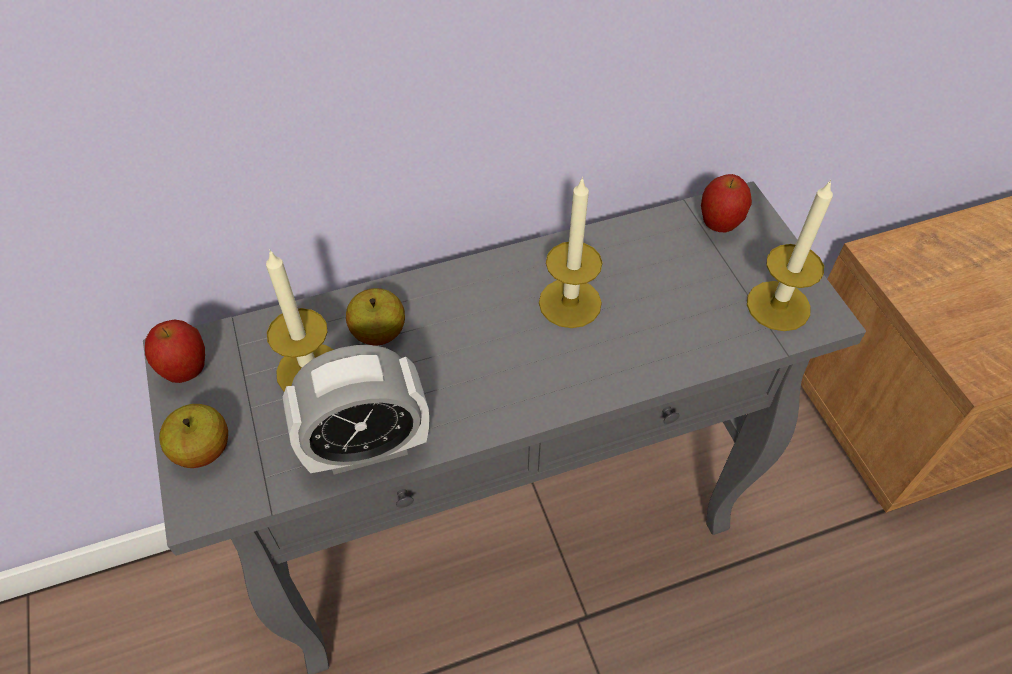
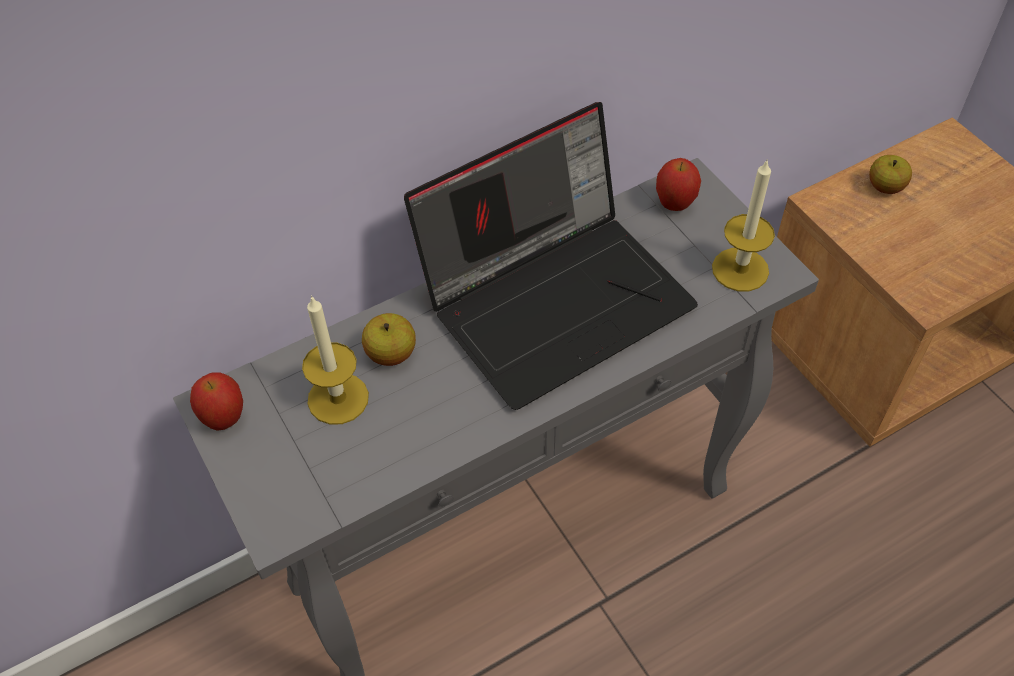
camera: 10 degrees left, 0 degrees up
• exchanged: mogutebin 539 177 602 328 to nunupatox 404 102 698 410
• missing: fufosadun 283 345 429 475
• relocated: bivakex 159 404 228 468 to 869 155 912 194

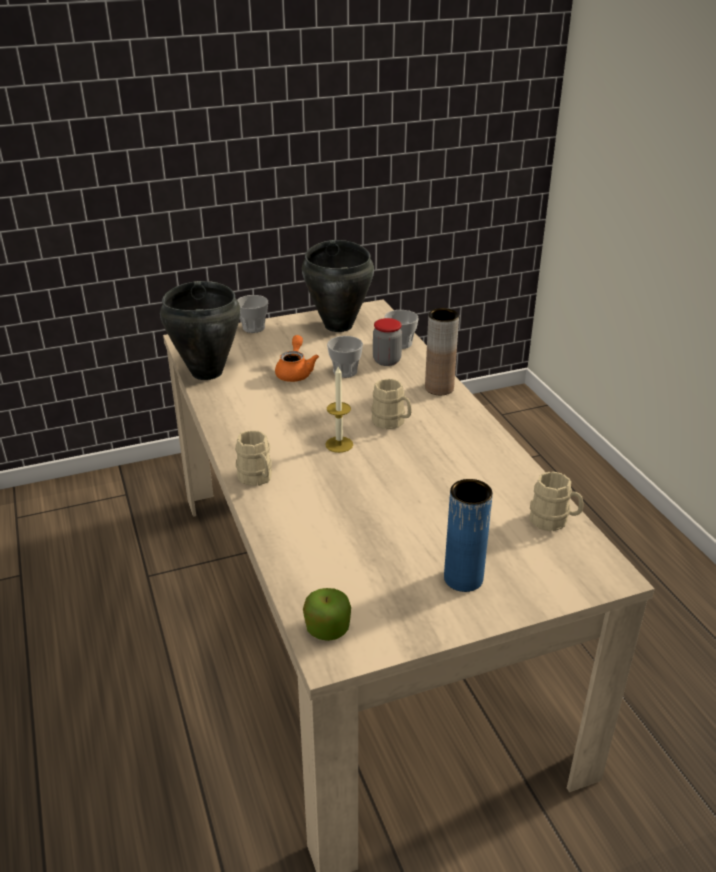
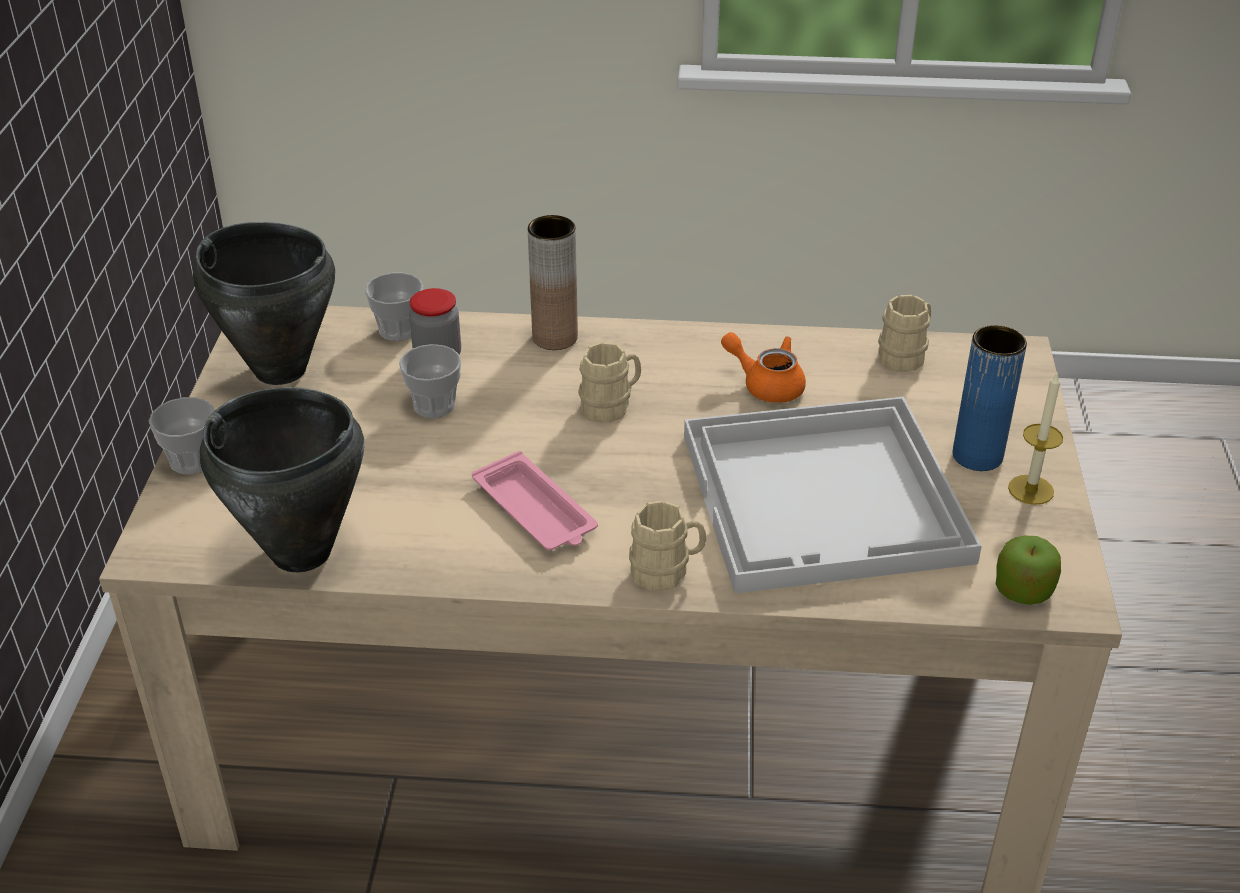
camera: 65 degrees left, 5 degrees up
• relocated: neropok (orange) 275 335 319 382 to 721 332 806 403
• relocated: mogutebin 325 366 353 453 to 1008 371 1063 505
• appeared: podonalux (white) 684 397 982 593
• appeared: podonalux (pink) 472 451 598 550

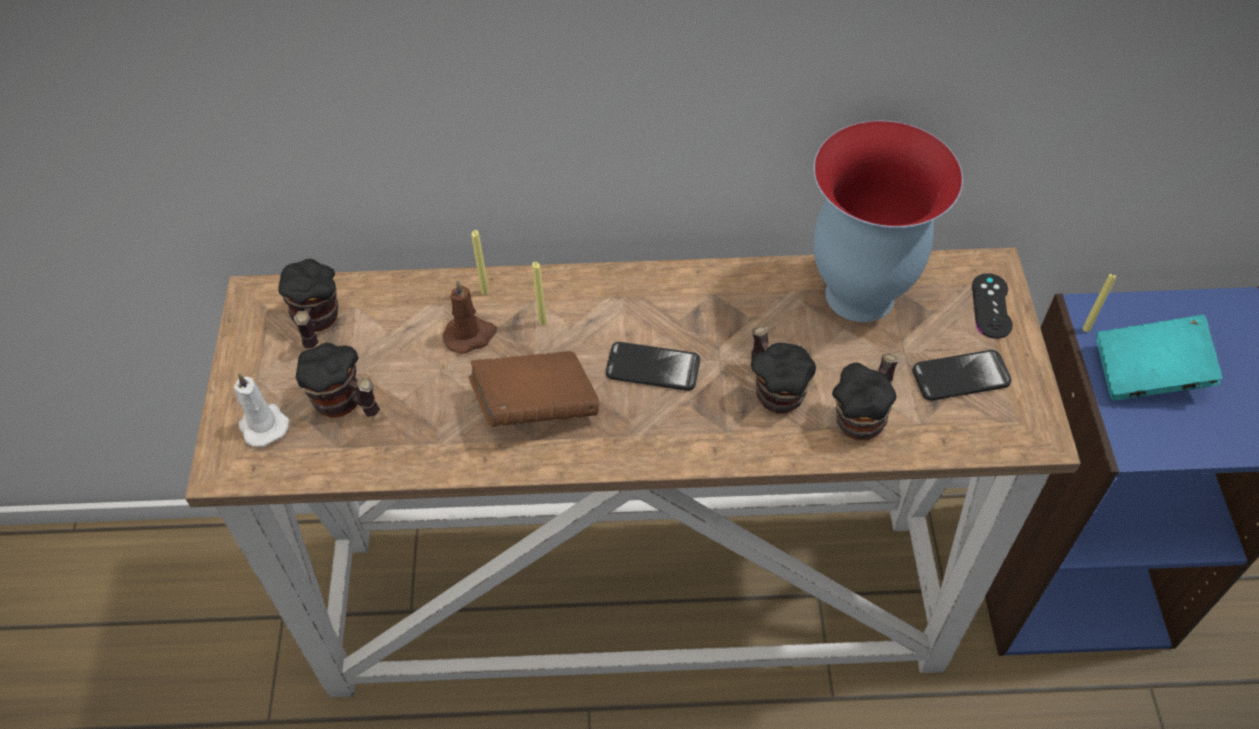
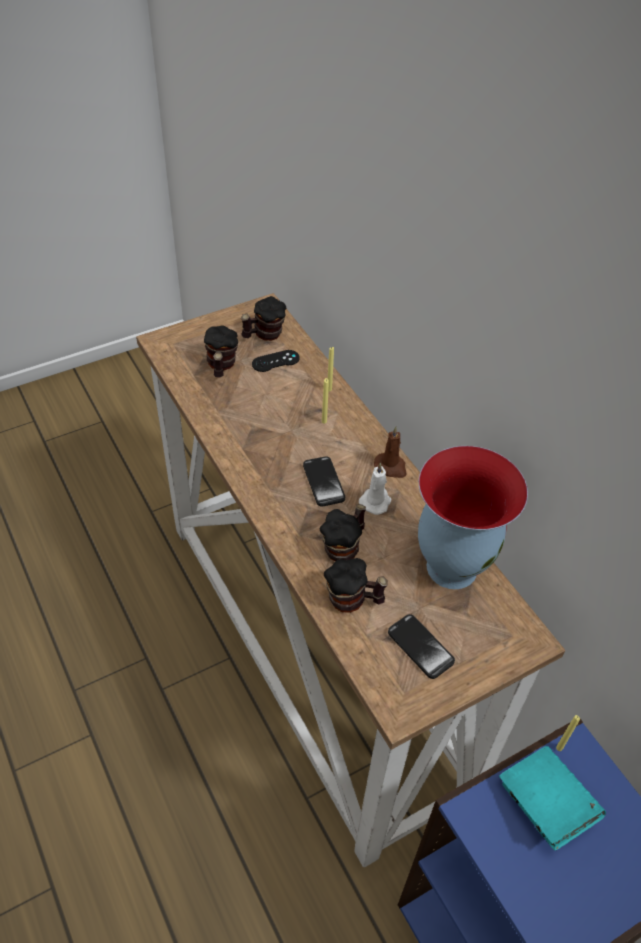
camera: 60 degrees right, 5 degrees down
• relocated: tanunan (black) 972 273 1013 339 to 252 350 300 372
• relocated: mogutebin (brown) 443 280 497 354 to 374 426 407 478
• missing: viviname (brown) 469 351 599 427
• relocated: mogutebin (white) 234 372 289 447 to 359 463 391 515

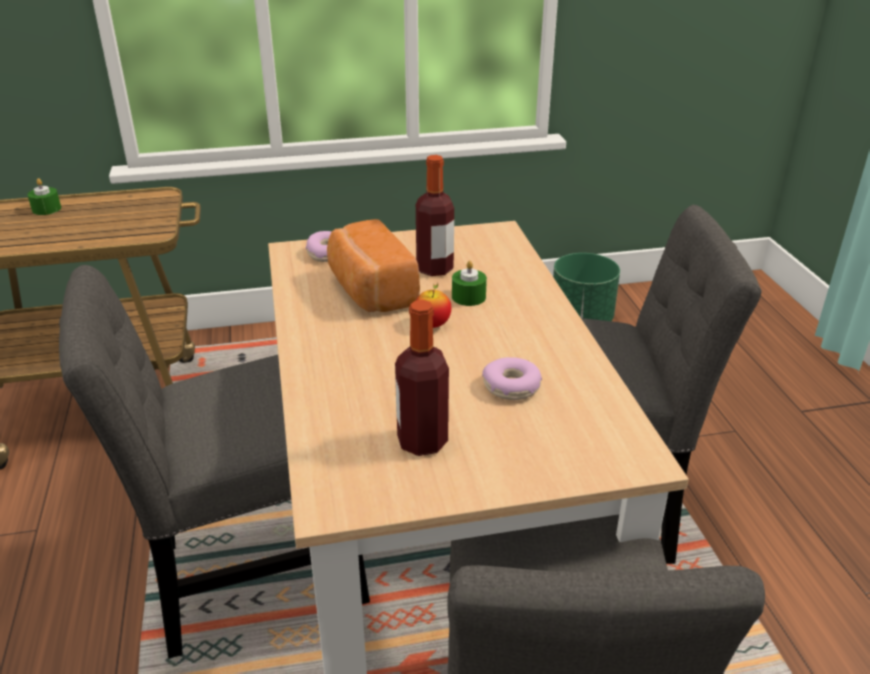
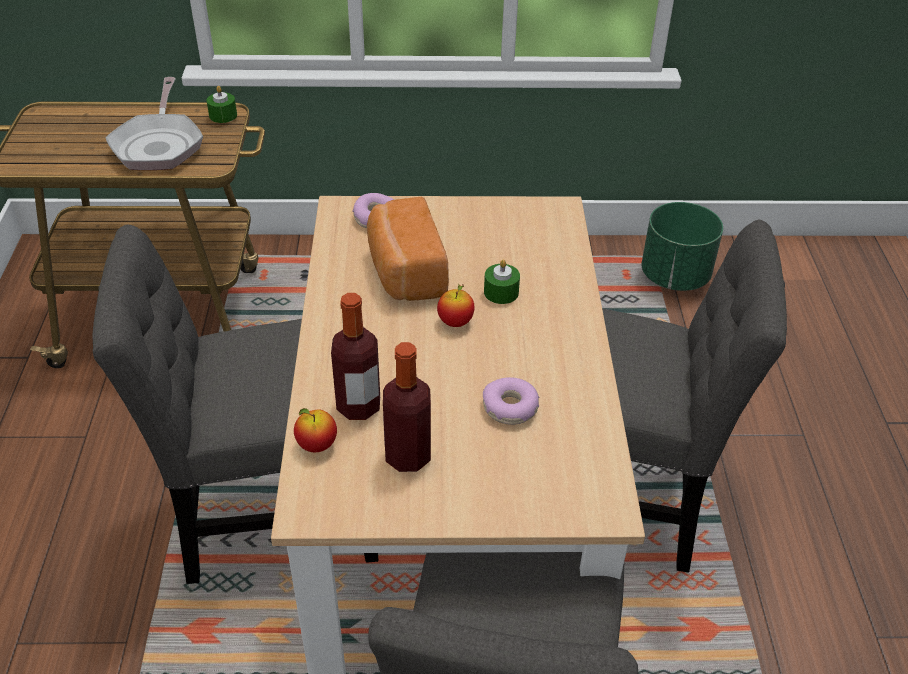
camera: 10 degrees right, 10 degrees up
• relocated: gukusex 416 155 454 276 to 331 293 380 420
• relocated: mogutebin (green) 27 178 61 215 to 206 86 237 123
• appeared: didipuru 105 77 203 170
• appeared: bivakex 294 408 337 452

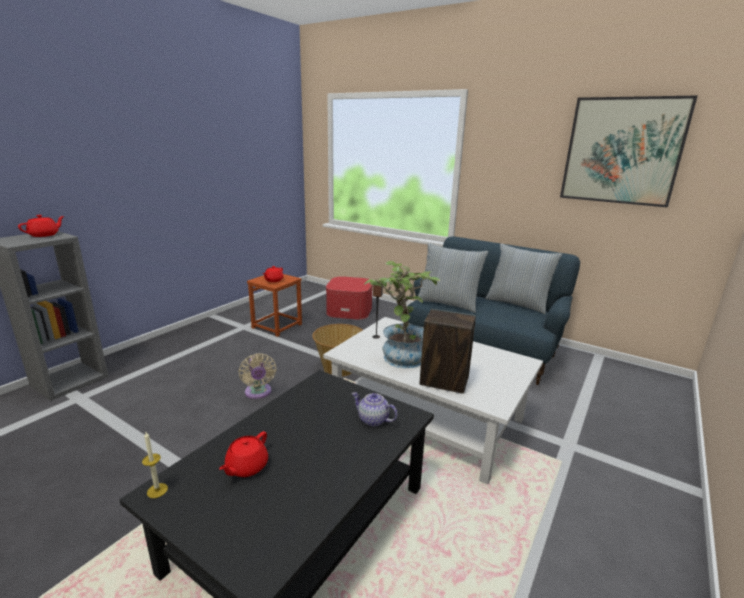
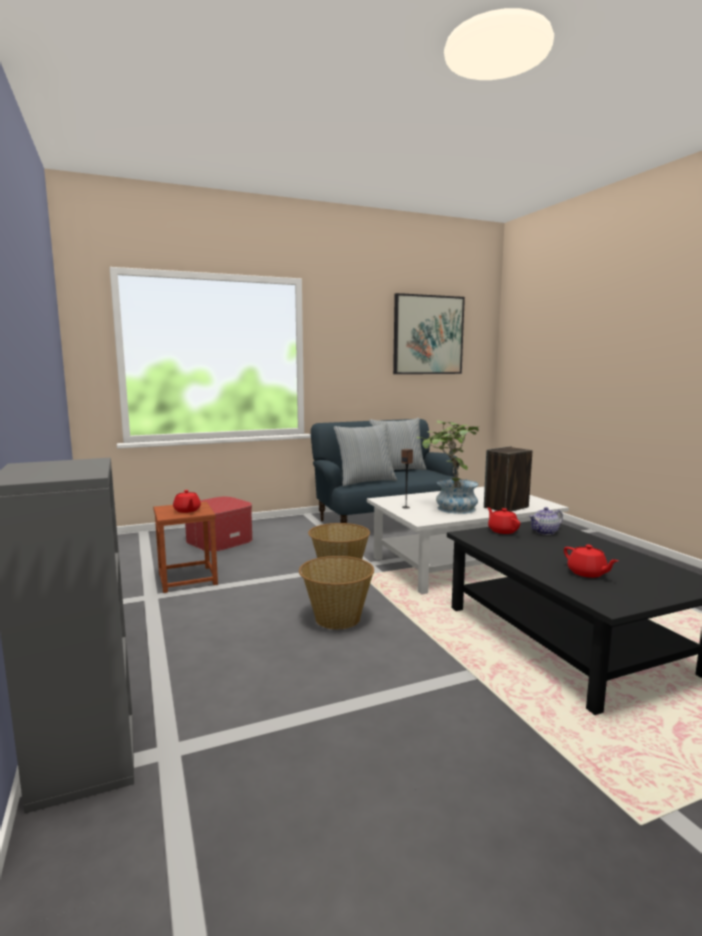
camera: 55 degrees left, 10 degrees down
• relocated: neropok (red) 18 215 64 237 to 487 507 520 534
• exchanged: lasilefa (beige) 238 353 276 399 to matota 299 556 374 629
• missing: mogutebin 142 432 168 498

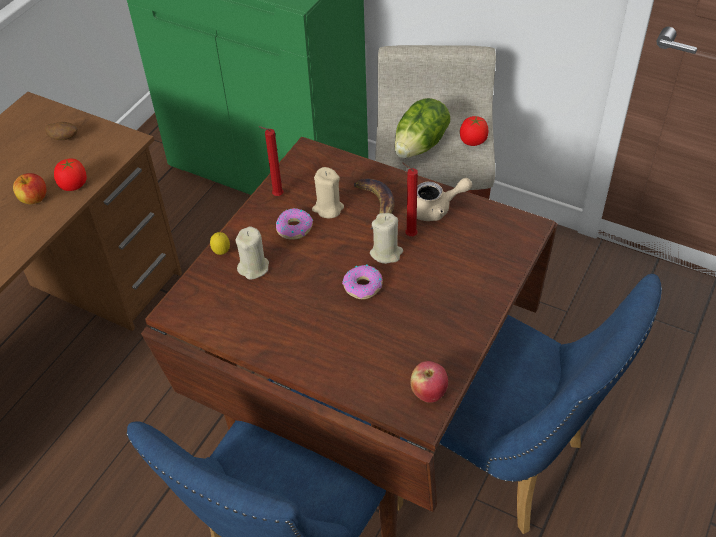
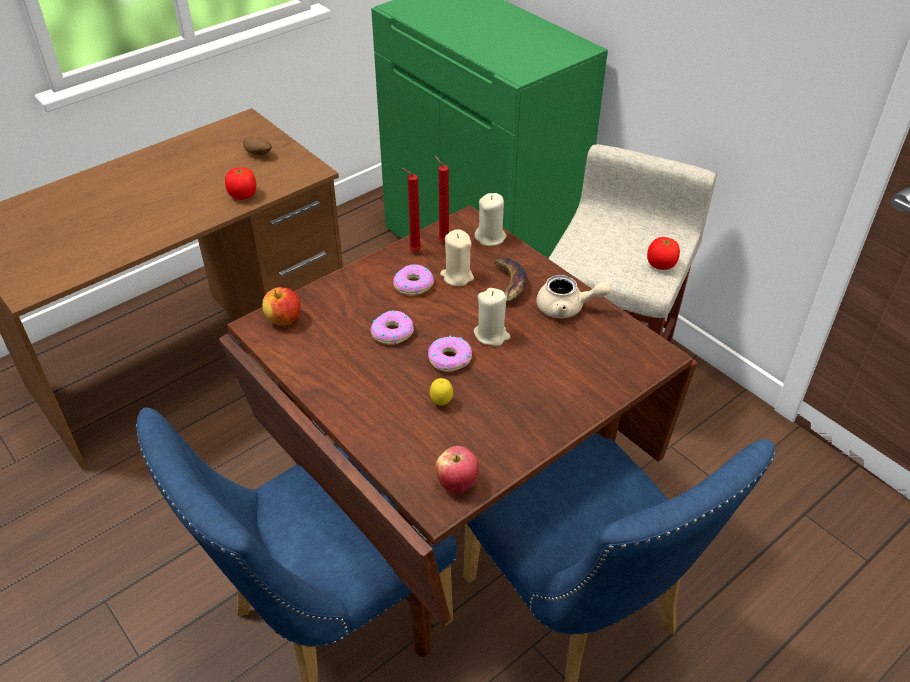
camera: 20 degrees right, 5 degrees down
• missing: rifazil 395 98 450 158
• relocated: mogutebin (red) 402 162 418 236 to 434 155 449 242
• relocated: bivakex 13 173 46 204 to 262 287 301 325
• relocated: mogutebin (beige) 235 226 269 280 to 475 193 506 246
• relocated: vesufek 210 232 230 255 to 430 378 453 405
• appeared: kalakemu 371 311 414 345

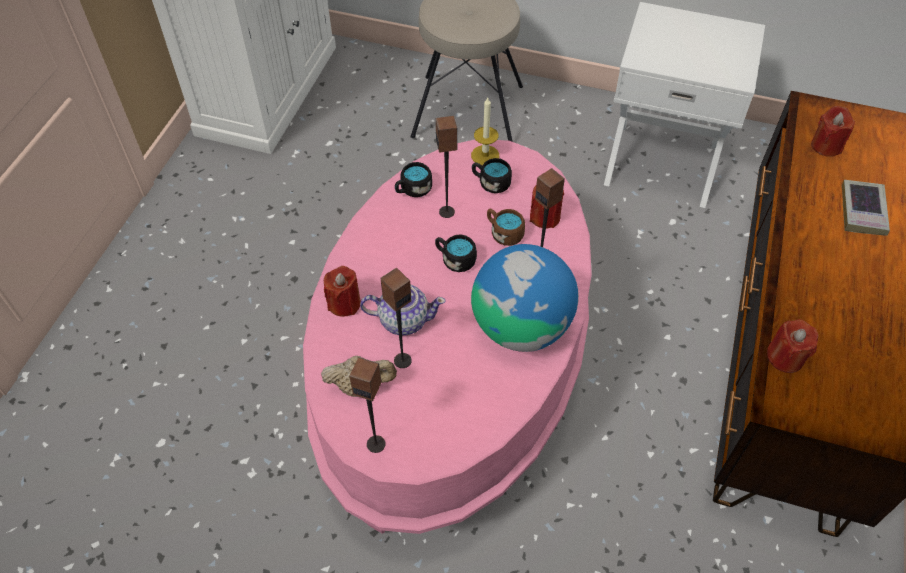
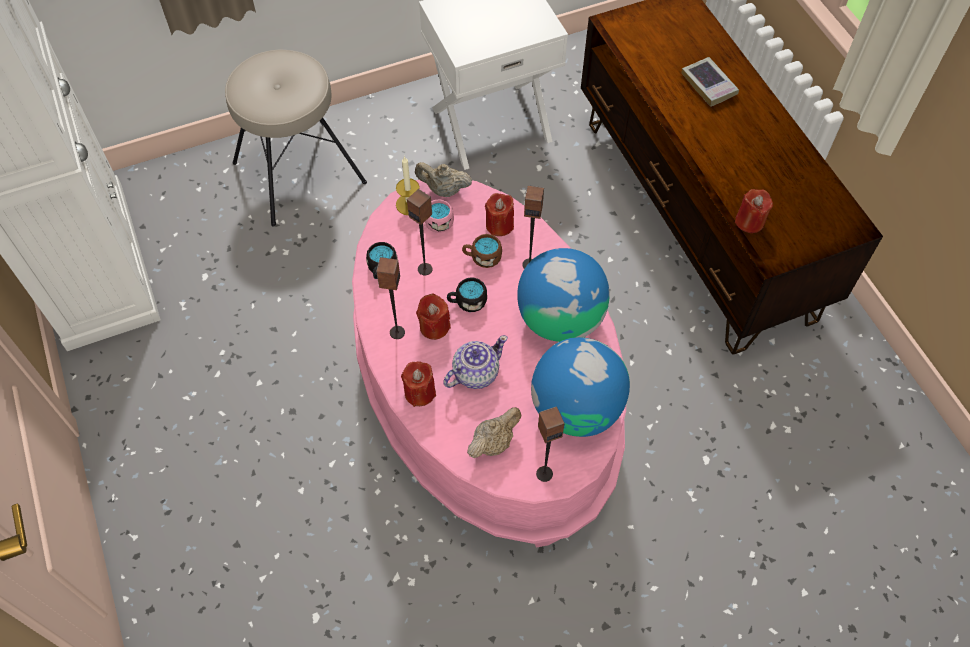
camera: 40 degrees left, 5 degrees up
• relocated: mogutebin (red) 811 106 855 157 to 416 294 451 340
• colour: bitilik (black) 472 158 512 193 to bitilik (pink) 416 199 454 233
• relocated: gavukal 381 268 412 368 to 376 257 405 339
• appeared: neropok (beige) 415 162 472 197
• appeared: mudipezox 531 337 630 437

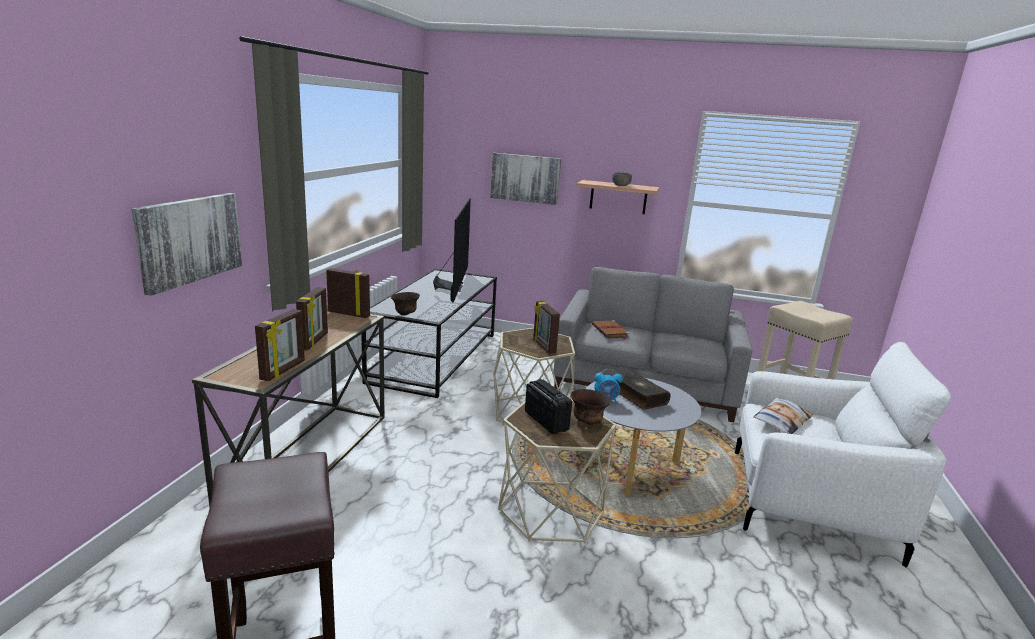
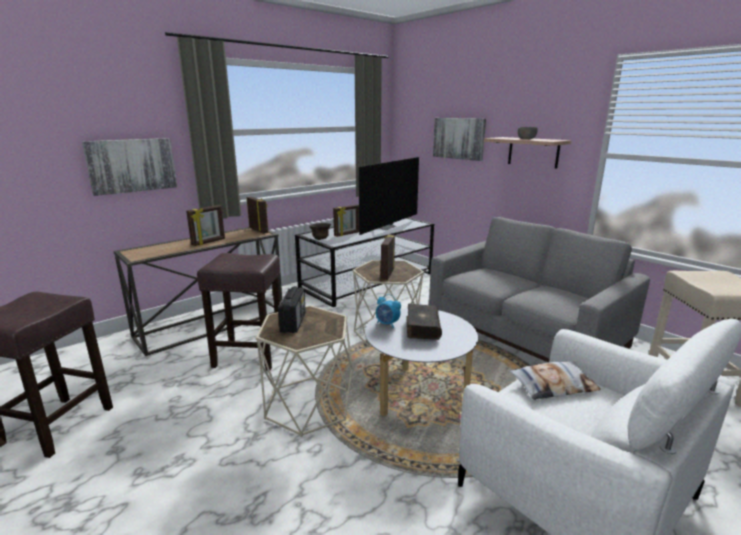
camera: 35 degrees right, 0 degrees up
• relocated: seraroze 255 309 305 381 to 333 205 359 237
• missing: viviname (brown) 592 320 629 339
• missing: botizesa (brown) 571 389 611 425
• appeared: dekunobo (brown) 197 253 281 371

